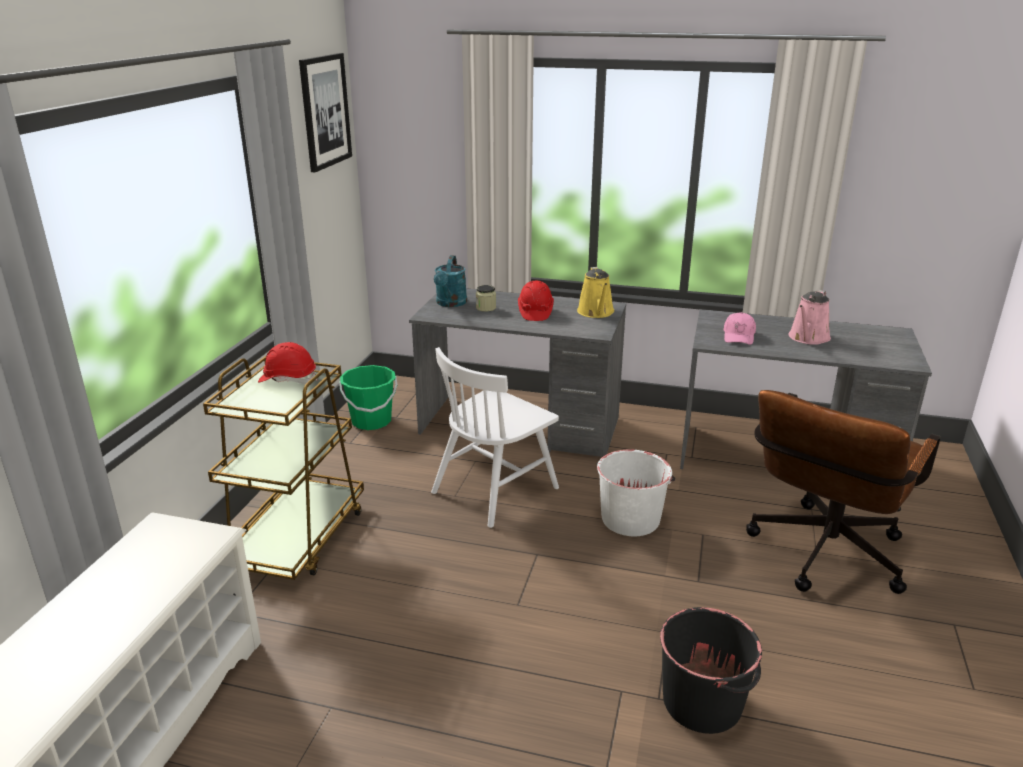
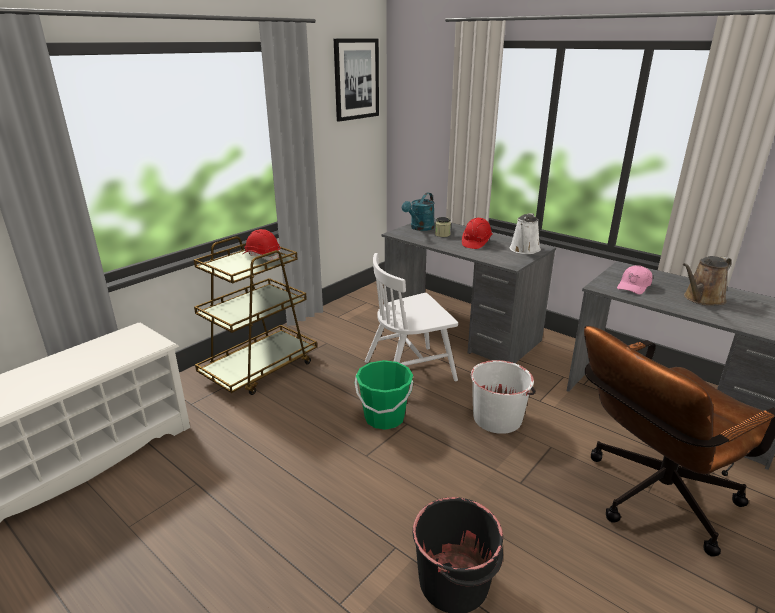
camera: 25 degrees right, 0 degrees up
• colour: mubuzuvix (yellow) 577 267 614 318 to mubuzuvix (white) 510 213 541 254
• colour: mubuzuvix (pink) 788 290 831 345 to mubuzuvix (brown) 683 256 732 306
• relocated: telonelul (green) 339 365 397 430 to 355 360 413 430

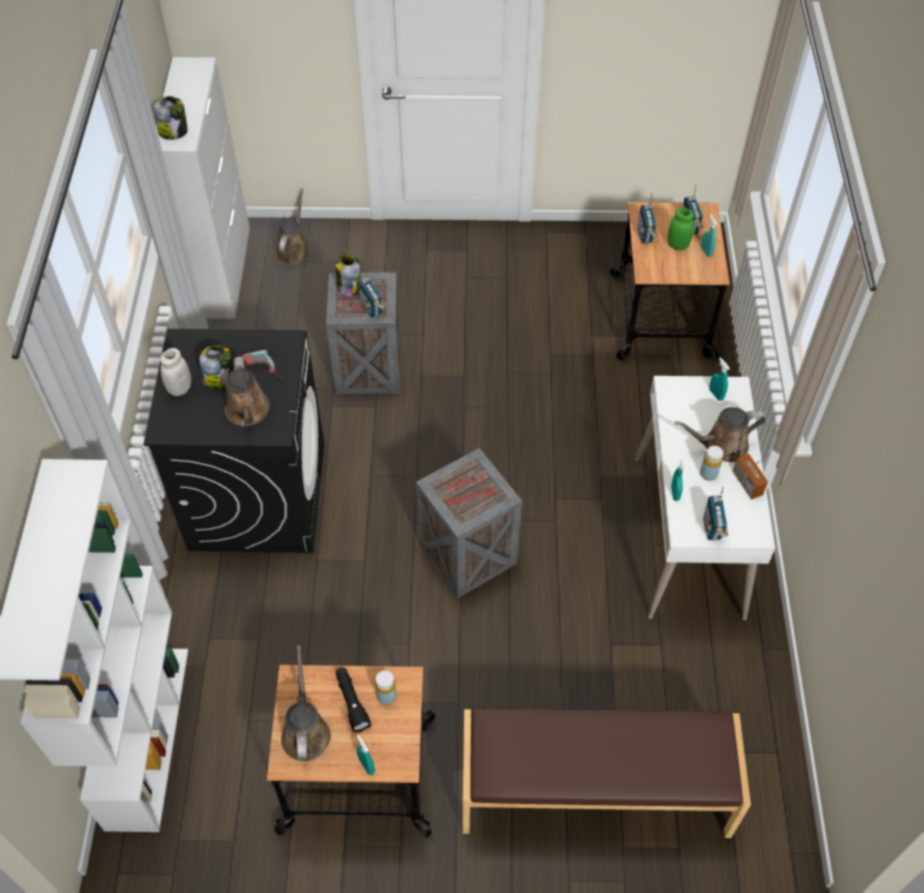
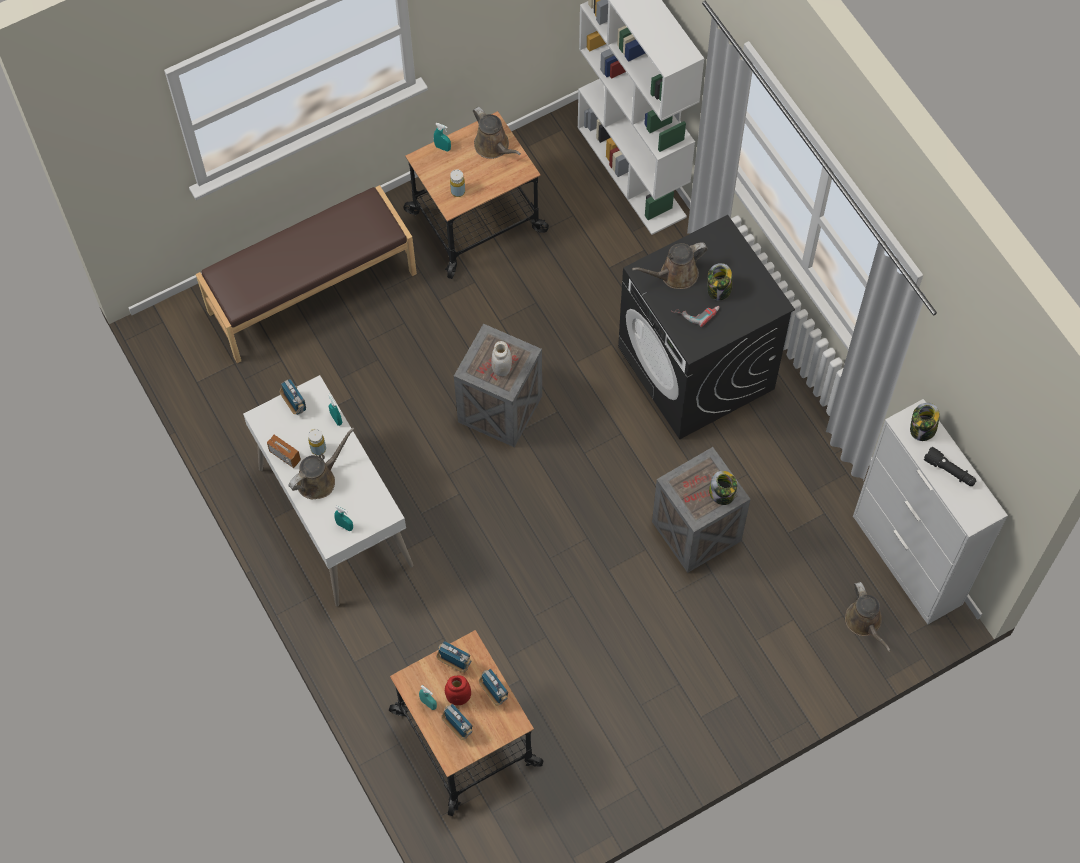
camera: 150 degrees right, 10 degrees up
• colour: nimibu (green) 668 208 694 251 to nimibu (red) 445 676 471 705
• relocated: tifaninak 358 267 385 317 to 437 641 471 673
• relocated: nimibu (white) 160 348 191 396 to 491 341 512 377
• spun: mubuzuvix (brown) 225 357 270 427 = 632 242 708 289 75 degrees counterclockwise
• relocated: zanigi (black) 336 667 371 733 to 923 447 976 486

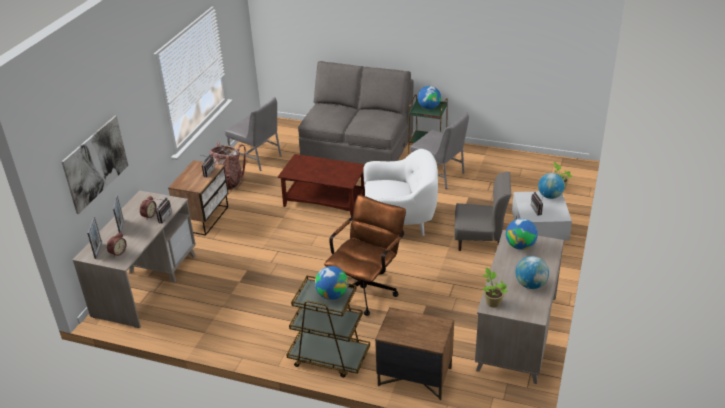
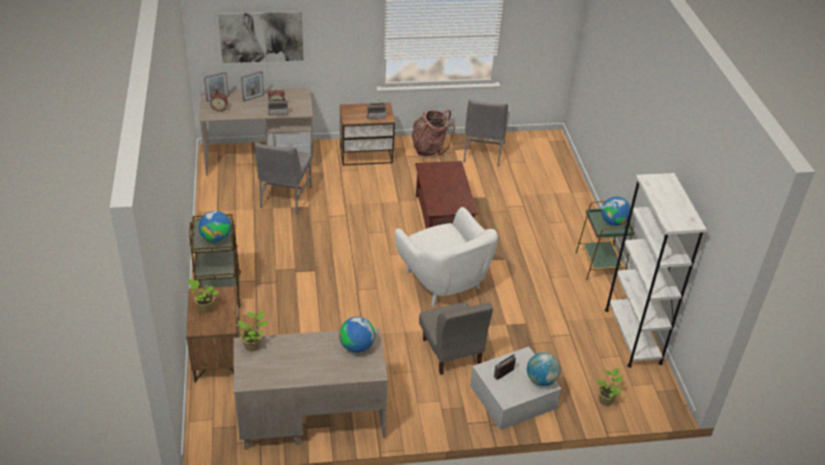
camera: 60 degrees right, 5 degrees up
• missing: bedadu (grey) 298 61 413 164
• relocated: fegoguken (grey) 410 112 469 189 to 255 142 312 214
• missing: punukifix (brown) 324 195 406 316
• missing: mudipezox 516 256 549 289
• appeared: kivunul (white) 605 173 707 368
• appeared: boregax 187 279 219 313

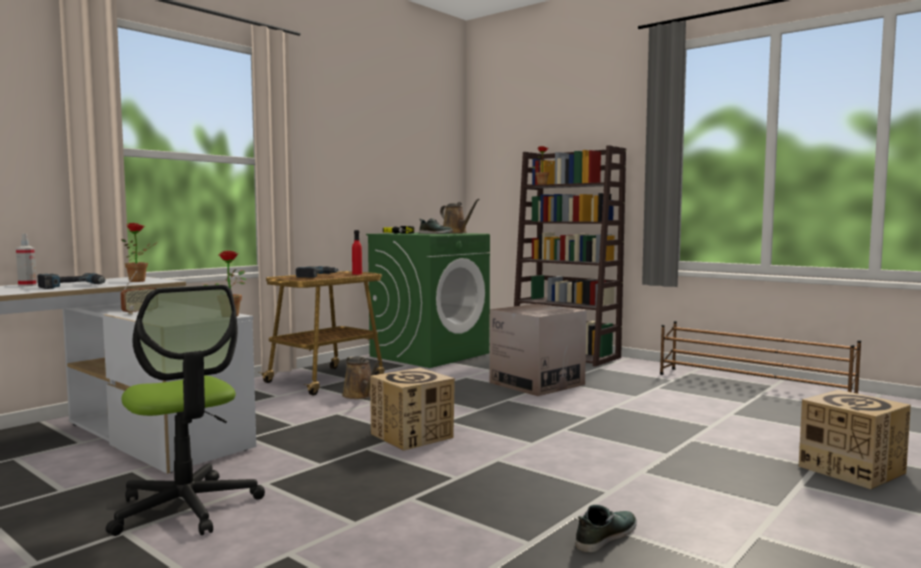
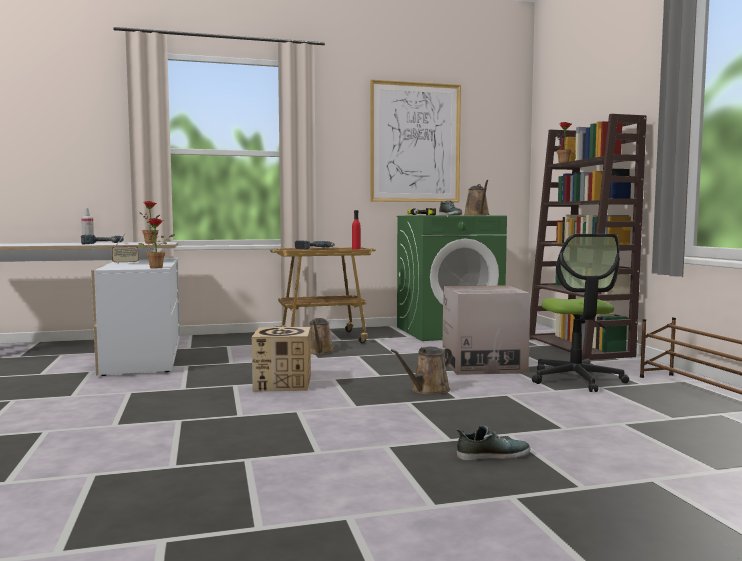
camera: 35 degrees right, 0 degrees up
• relocated: punukifix 106 285 265 536 to 532 234 629 392
• missing: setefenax 799 390 911 489
• relocated: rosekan 576 505 637 553 to 457 425 530 460
• appeared: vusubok 370 80 461 202
• appeared: mubuzuvix (brown) 391 347 452 395

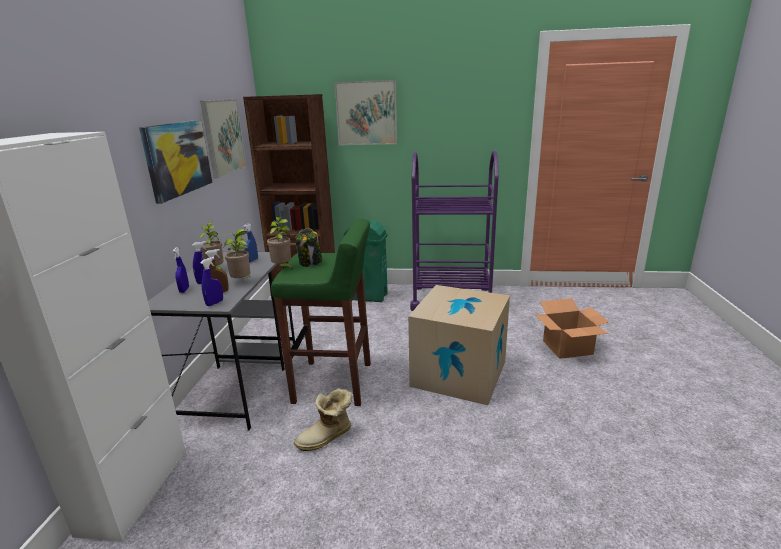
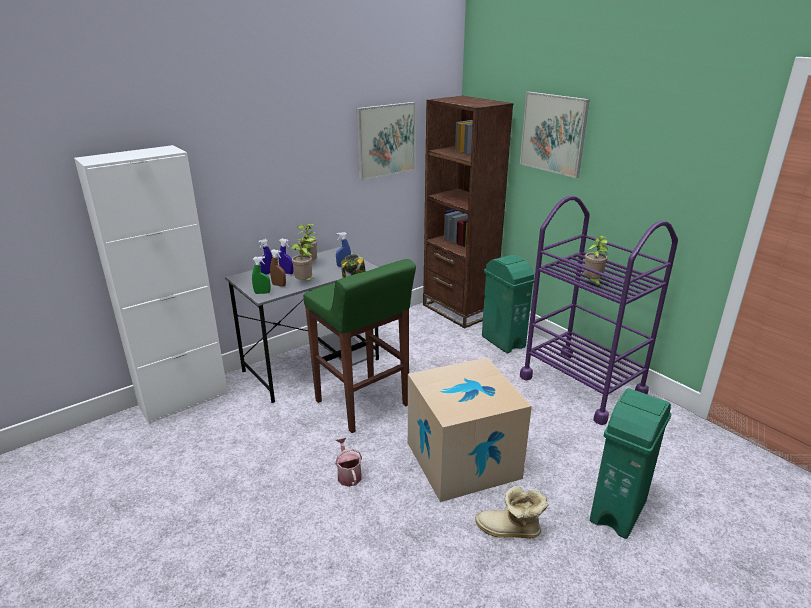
camera: 45 degrees right, 5 degrees up
• missing: vusubok 139 120 212 204
• relocated: boregax 267 217 293 270 to 584 235 608 287
• colour: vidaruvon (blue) 201 257 223 306 to vidaruvon (green) 252 256 271 294
• exchanged: setefenax 535 298 609 359 to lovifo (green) 590 388 671 539
• relocated: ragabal 294 388 352 451 to 475 485 548 538
• appeared: mubuzuvix 335 438 362 487

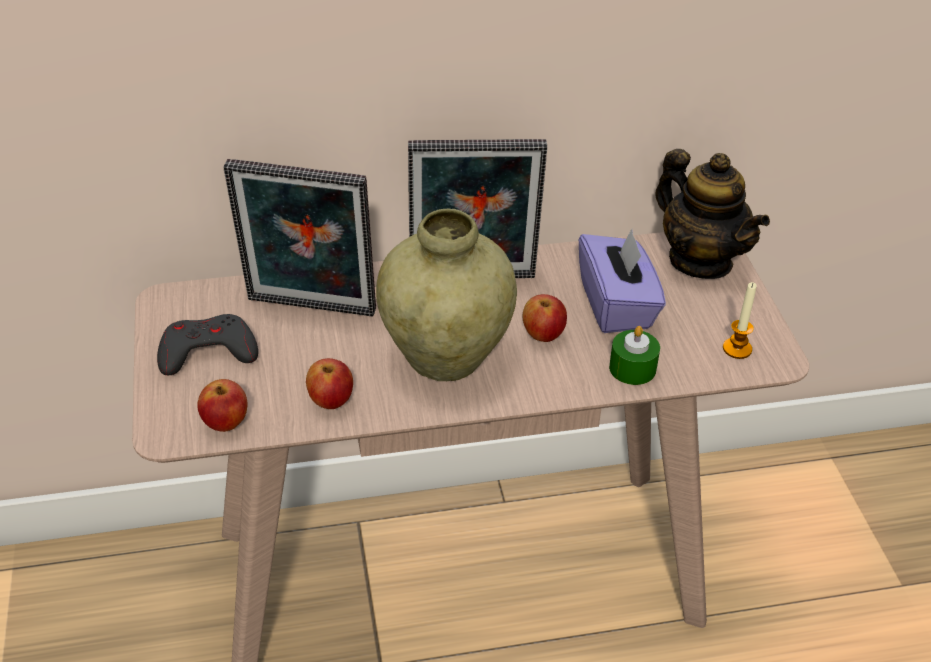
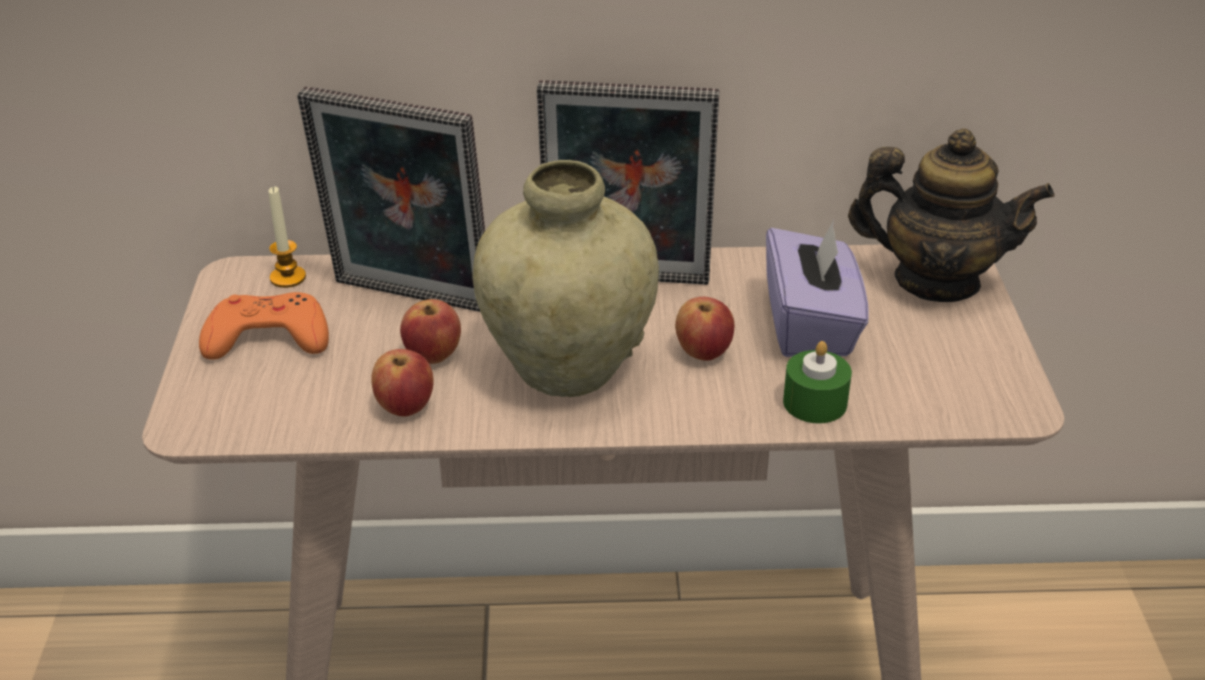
camera: 10 degrees right, 5 degrees down
• spun: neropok 655 149 770 279 = 848 128 1055 302 45 degrees counterclockwise
• relocated: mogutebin 723 282 757 359 to 268 187 306 288
• colour: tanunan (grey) 157 314 258 375 to tanunan (orange) 199 292 329 360
• relocated: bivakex 197 379 248 432 to 400 299 461 364

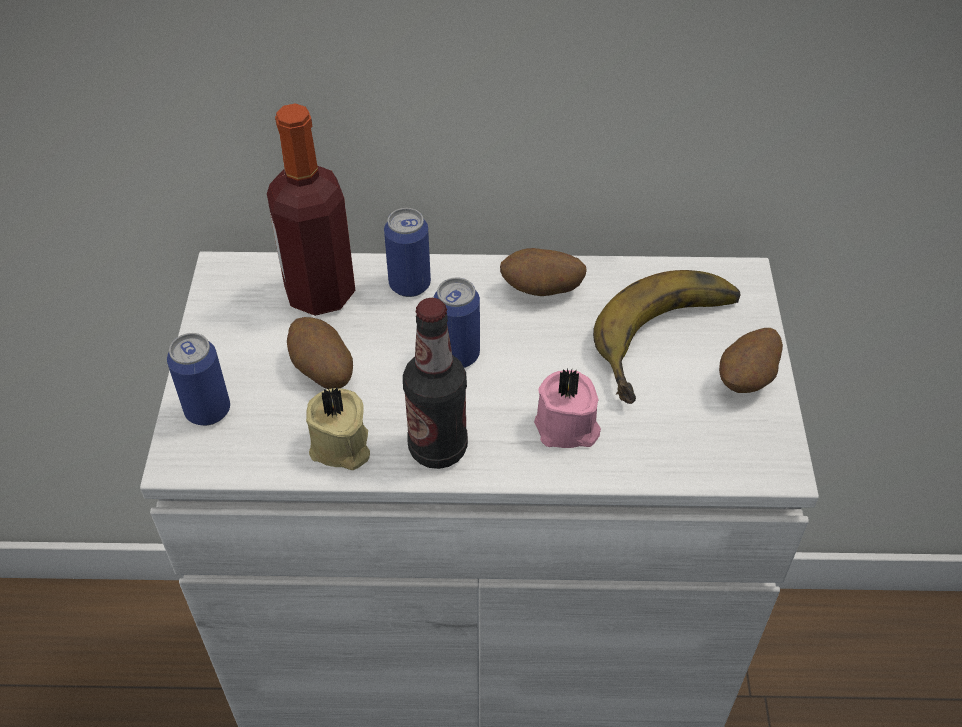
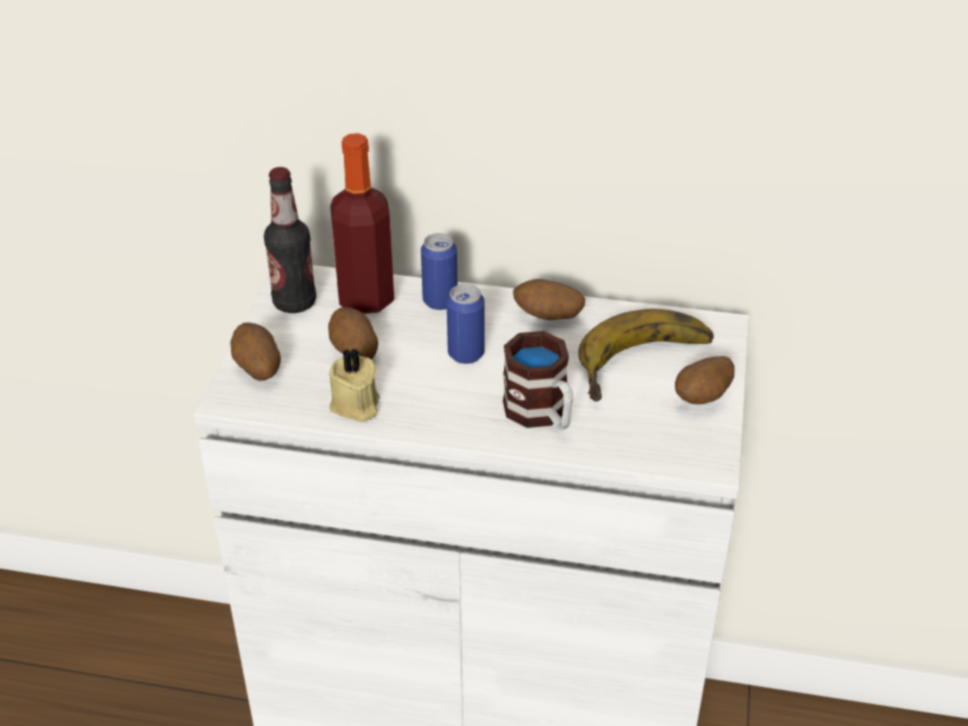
camera: 10 degrees right, 10 degrees down
• relocated: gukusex 403 298 468 469 to 264 167 316 313
• exchanged: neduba 167 333 230 426 to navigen 230 322 281 381
• exchanged: mogutebin (pink) 534 368 601 448 to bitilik 503 331 573 430

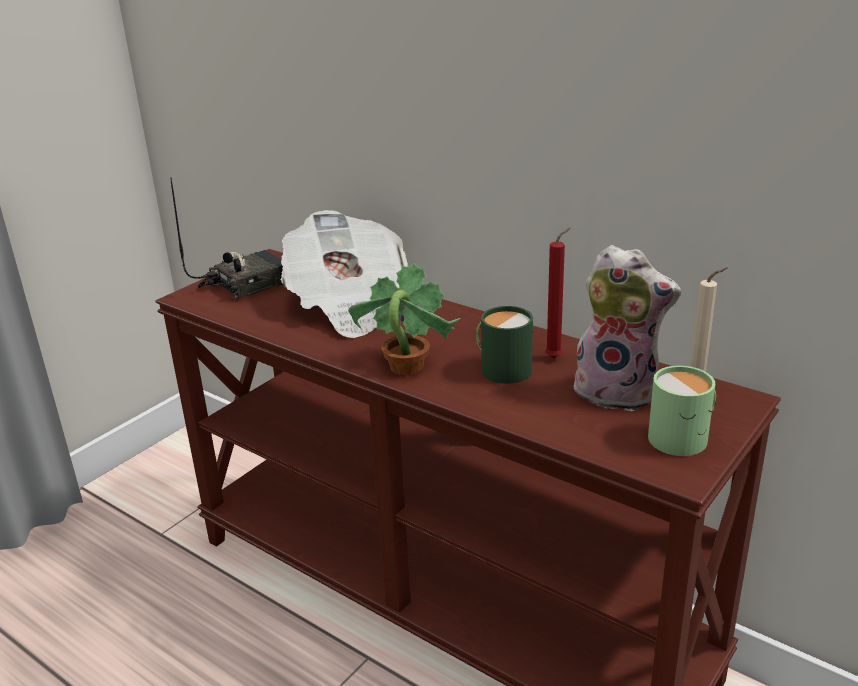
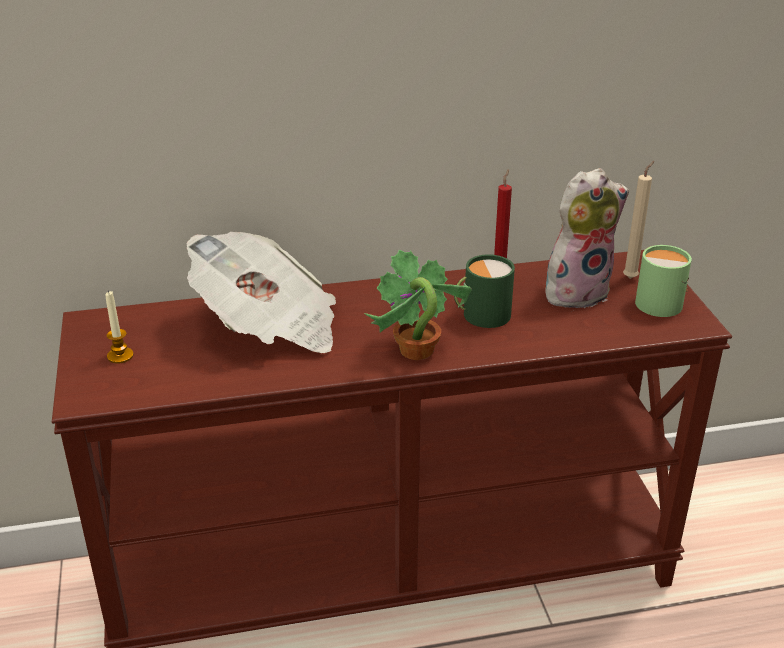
camera: 50 degrees left, 5 degrees up
• exchanged: tifaninak 170 177 283 300 to mogutebin 105 291 134 364

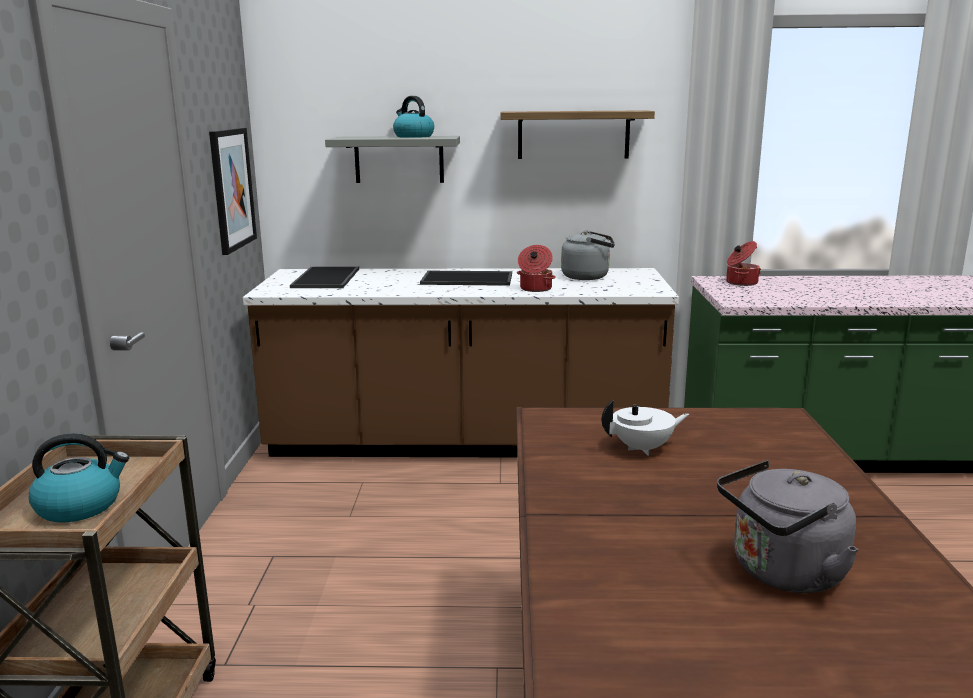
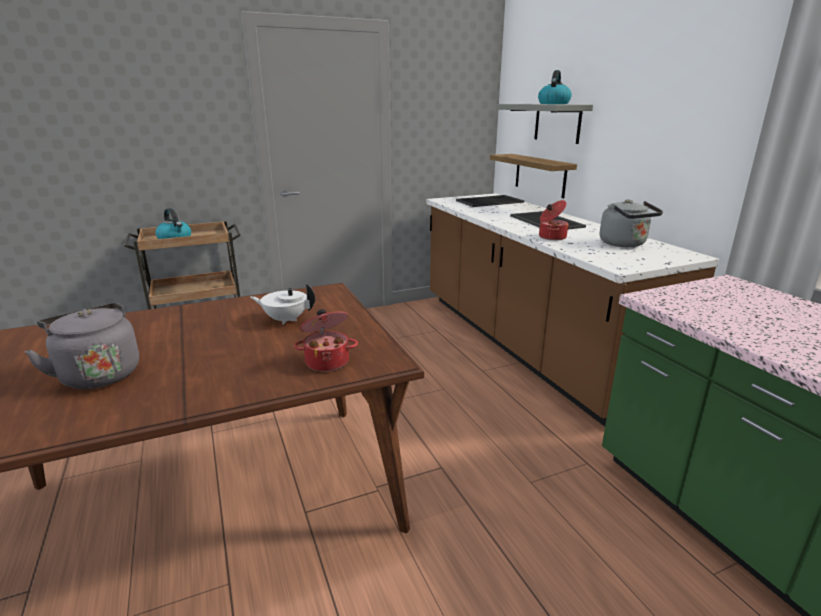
camera: 65 degrees right, 5 degrees up
• relocated: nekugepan 501 110 655 159 to 490 154 577 198
• missing: vusubok 209 128 257 255
• relocated: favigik 726 241 761 286 to 294 309 358 372
• spun: neropok (white) 602 400 689 456 = 250 284 315 325 135 degrees clockwise

